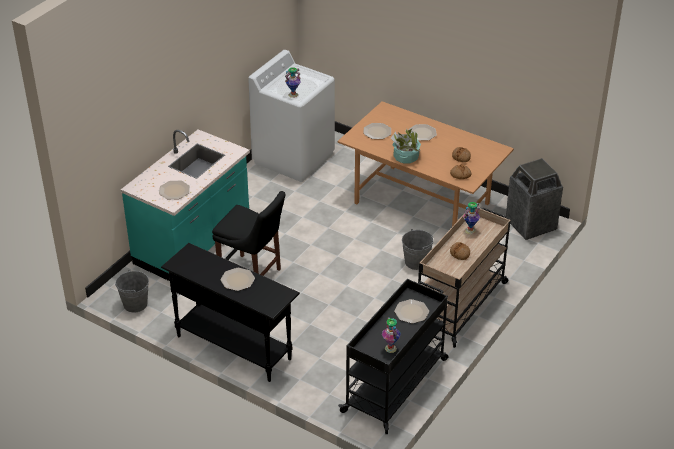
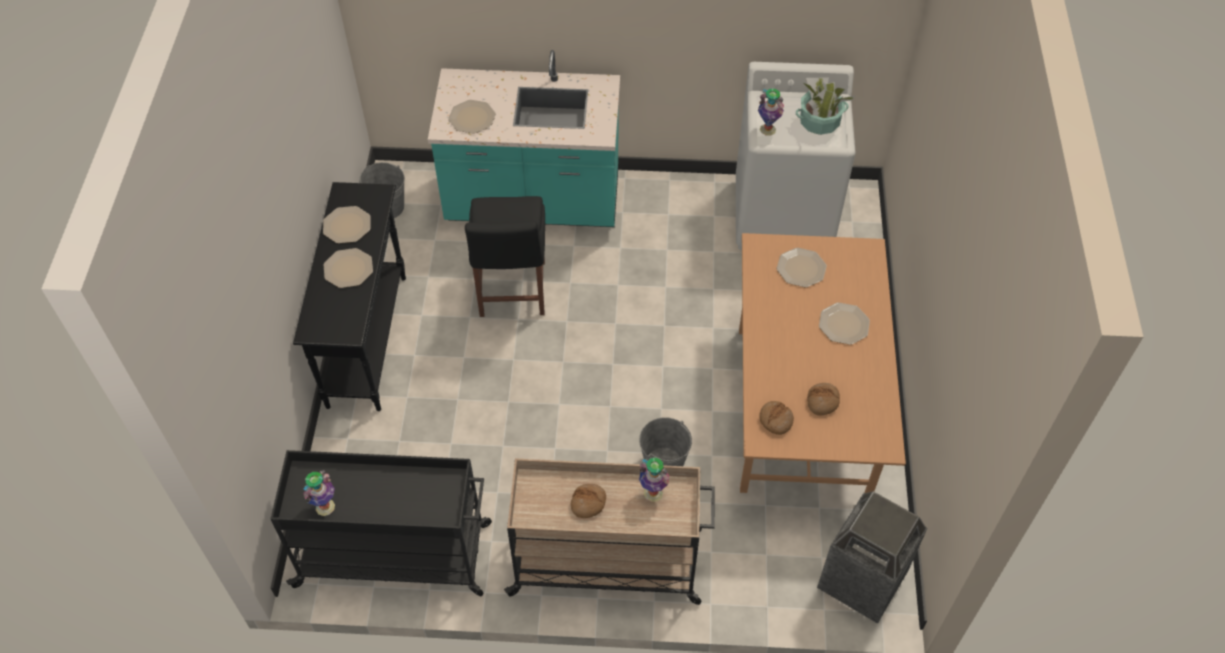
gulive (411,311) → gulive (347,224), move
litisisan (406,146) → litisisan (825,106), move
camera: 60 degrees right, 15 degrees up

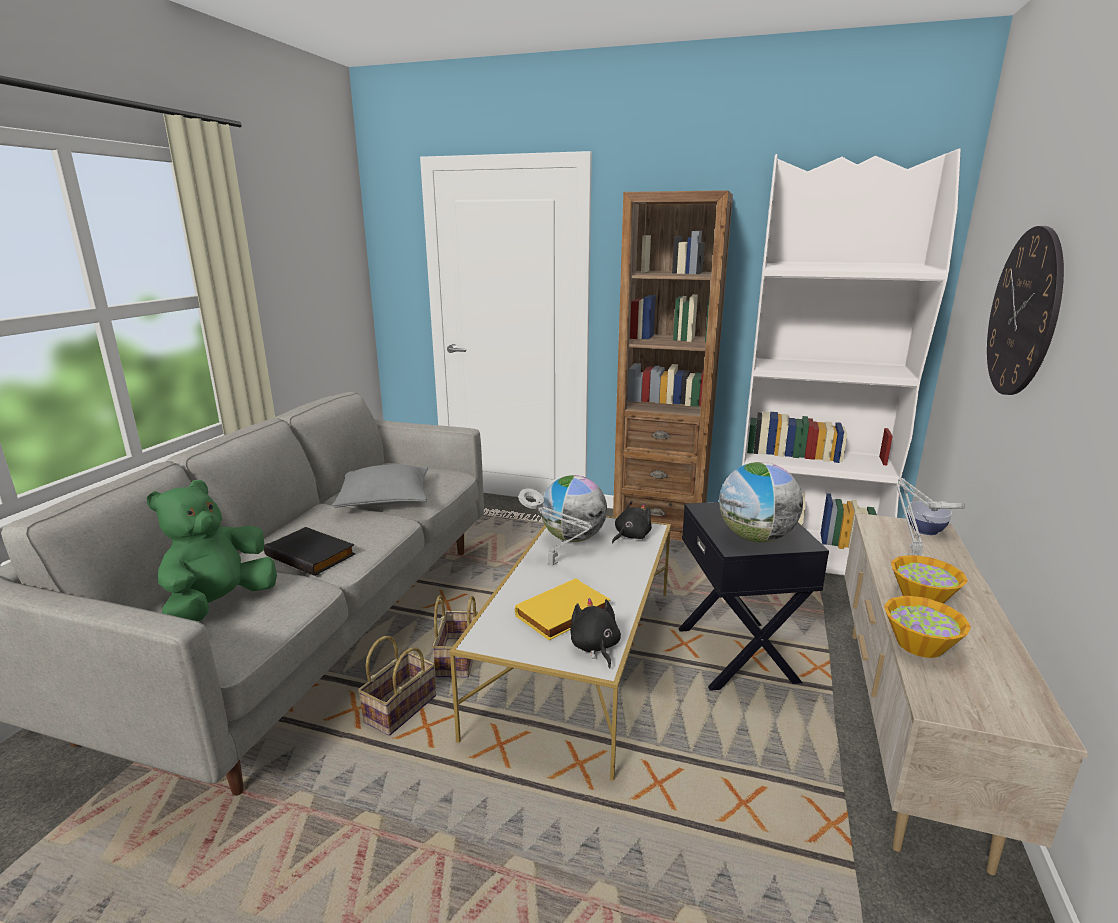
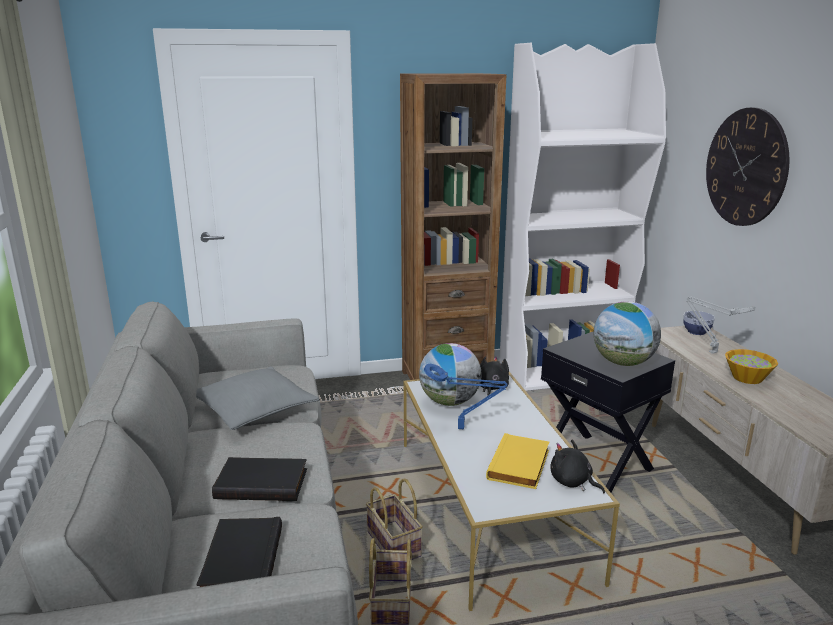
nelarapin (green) (212,550) → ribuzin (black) (239,552)
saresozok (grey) (555,527) → saresozok (blue) (466,397)
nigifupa (927,627) → -
camera: 30 degrees left, 0 degrees up

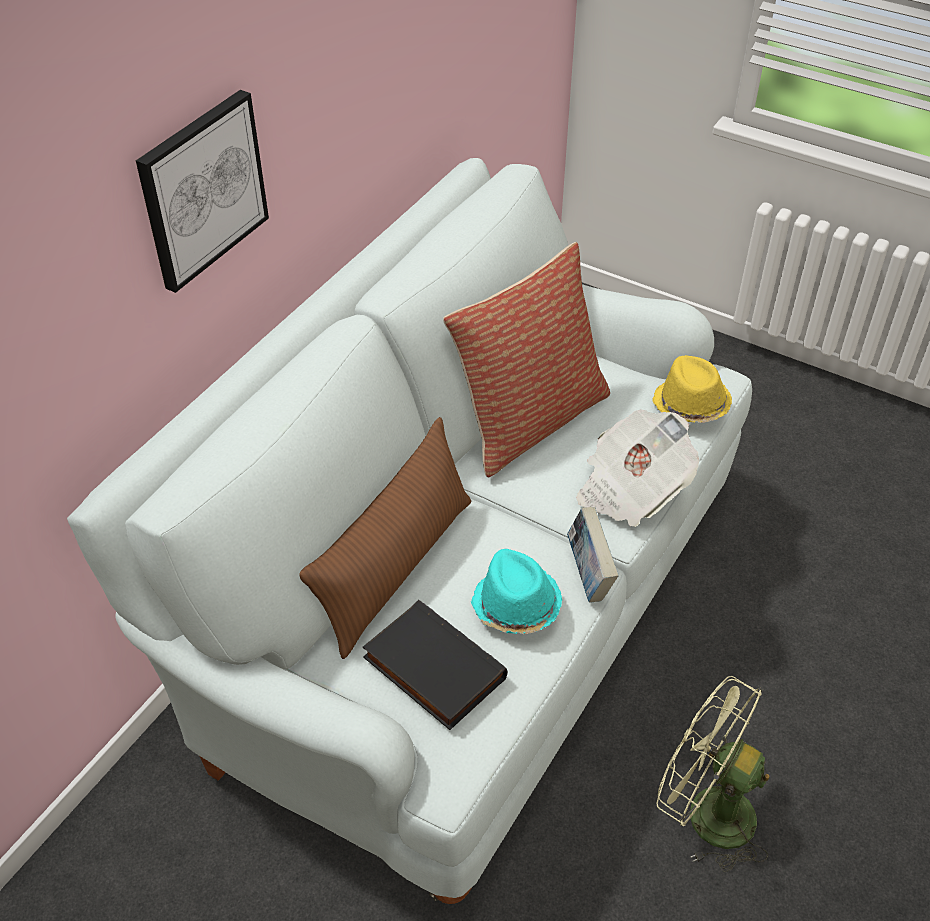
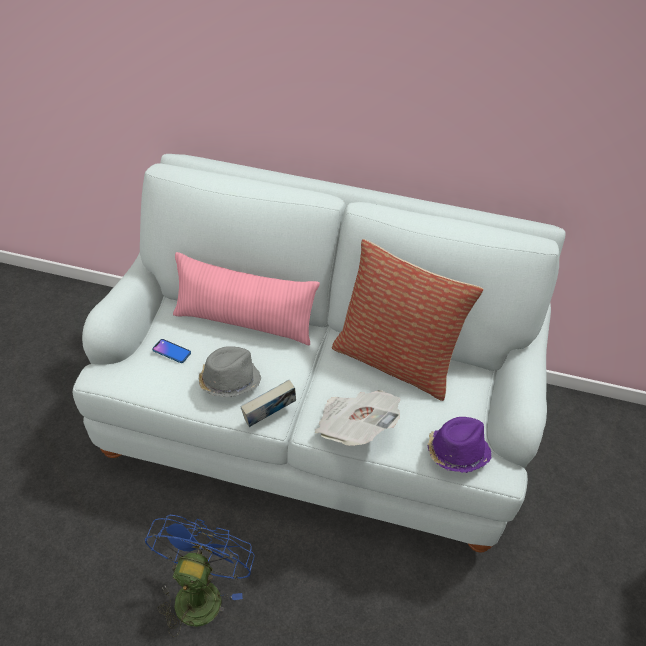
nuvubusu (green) (713,774) → nuvubusu (blue) (199,576)
ribuzin (black) (435,665) → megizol (171,351)
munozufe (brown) (385,538) → munozufe (pink) (246,298)
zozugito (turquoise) (516,591) → zozugito (grey) (230,371)
zozugito (yellow) (692,389) → zozugito (purple) (459,445)
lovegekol (202,191) → -
camera: 70 degrees right, 0 degrees up

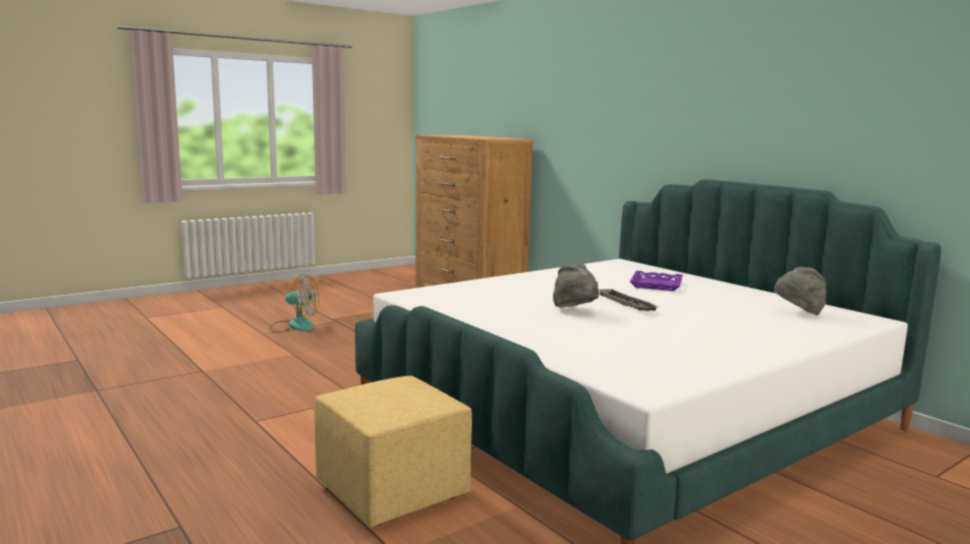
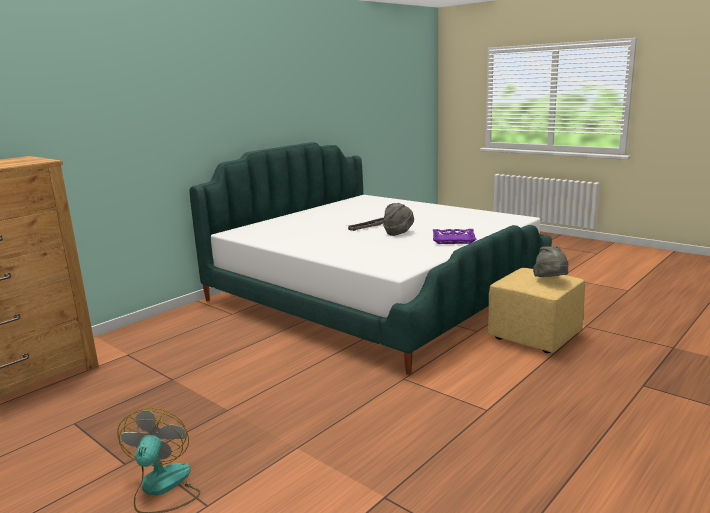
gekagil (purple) (656,281) → gekagil (purple) (454,236), move
zozugito (grey) (800,291) → zozugito (grey) (550,261), move
camera: 100 degrees left, 5 degrees up

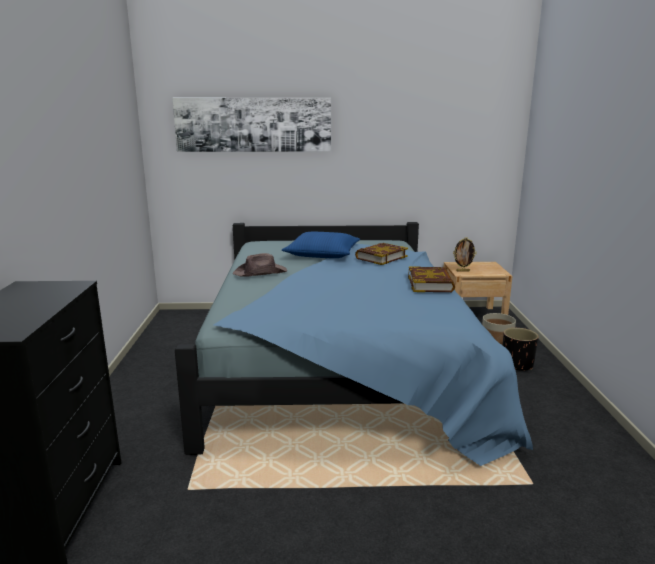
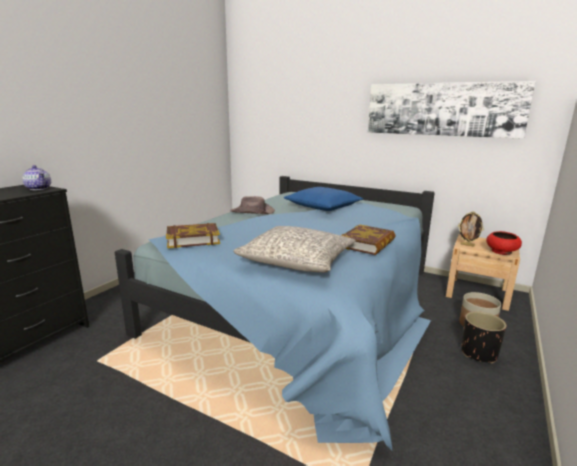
- → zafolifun (36,177)
ribuzin (381,254) → ribuzin (193,235), move
- → munozufe (grey) (294,249)
lovegekol (251,125) → lovegekol (452,110), move
- → nigifupa (red) (504,243)
camera: 30 degrees right, 0 degrees up

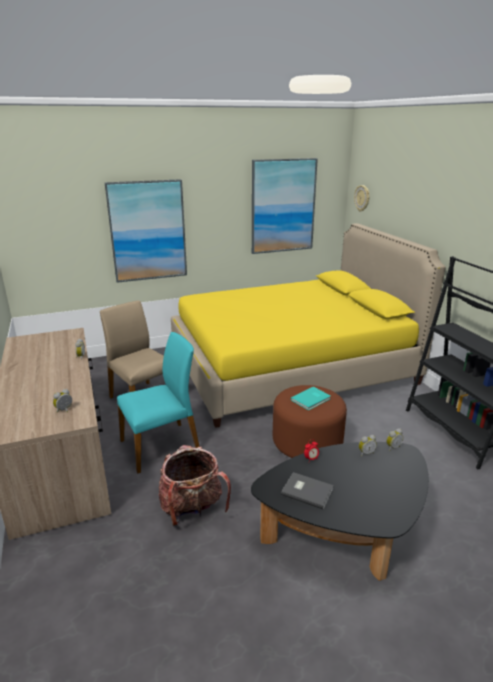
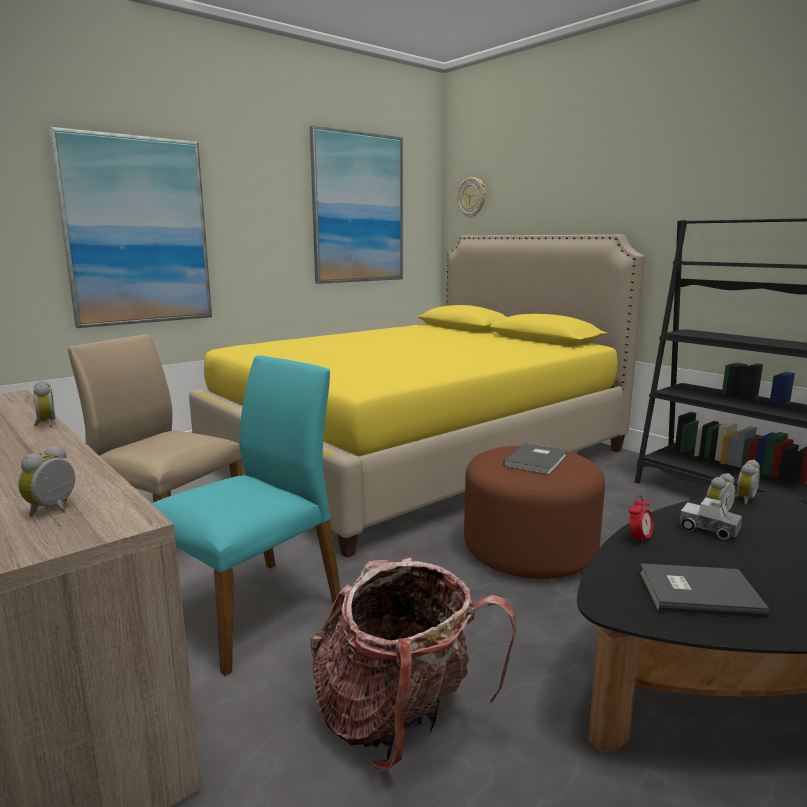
ribuzin (turquoise) (311,398) → ribuzin (grey) (535,459)
- → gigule (710,519)
camera: 20 degrees left, 10 degrees down

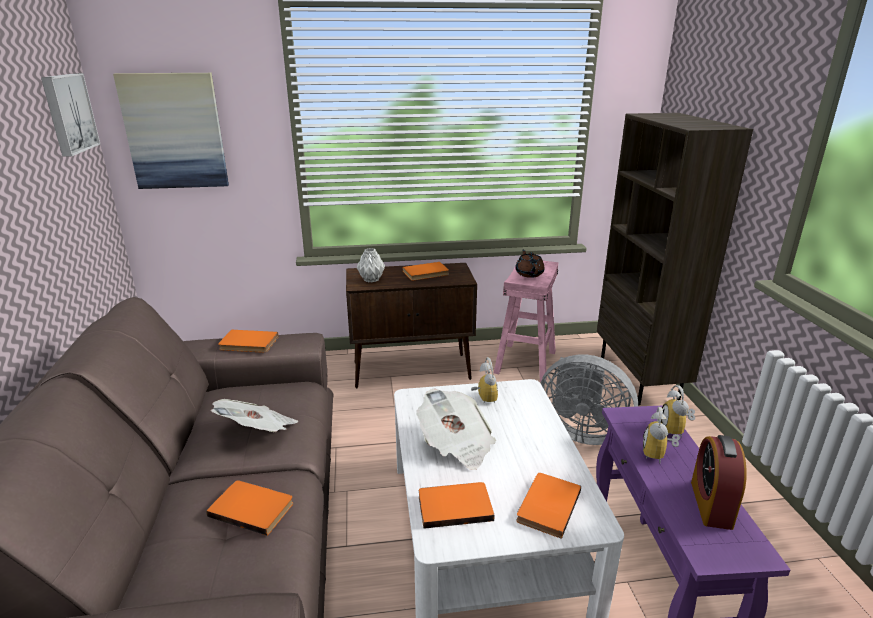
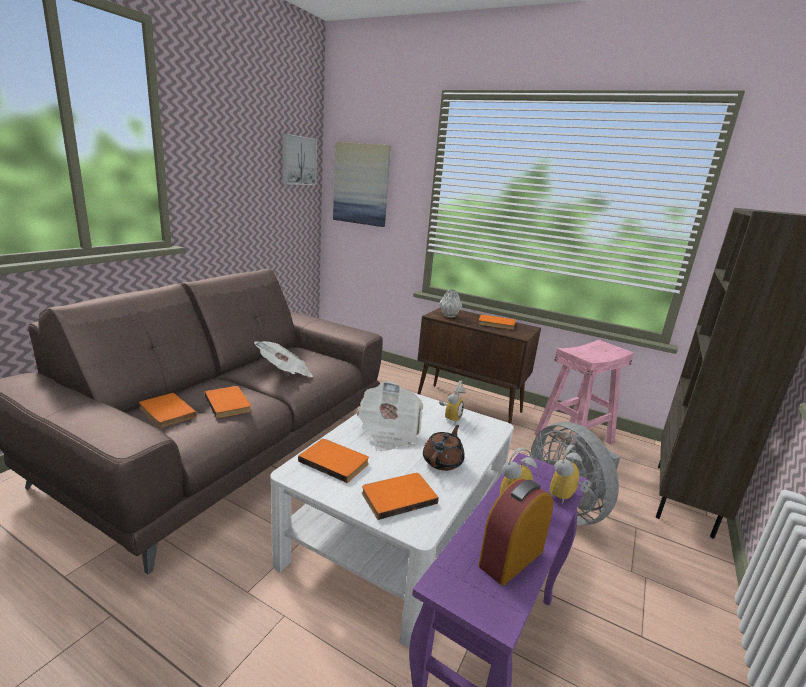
ribuzin (orange) (248,341) → ribuzin (orange) (168,410), move
zafolifun (brown) (530,263) → zafolifun (brown) (444,448), move
camera: 35 degrees right, 5 degrees down

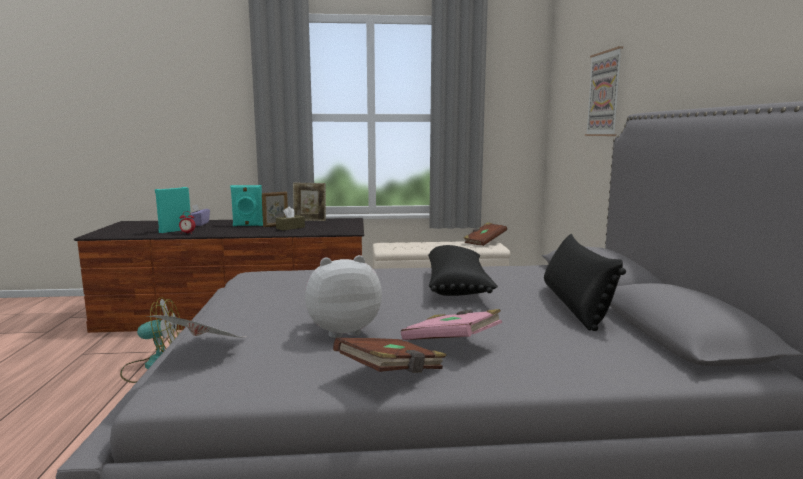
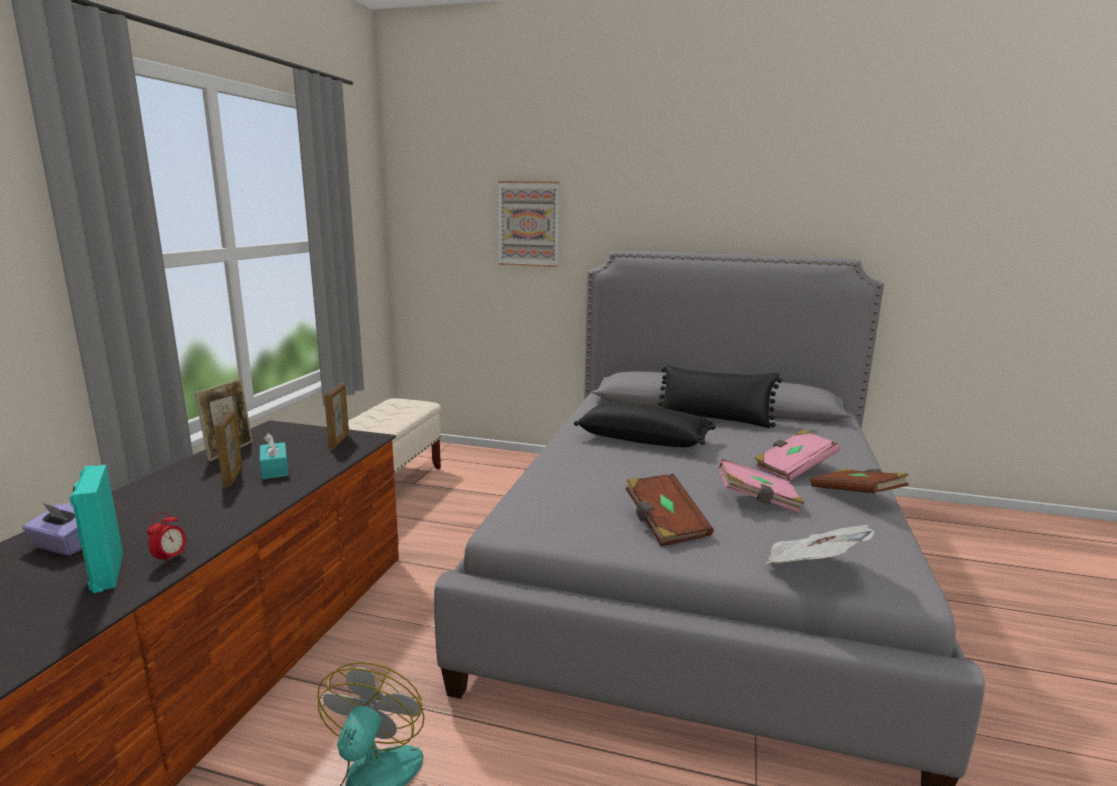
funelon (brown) (290,218) → funelon (turquoise) (274,456)
- → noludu (336,416)
ribuzin (brown) (485,234) → ribuzin (brown) (670,510), move
nelarapin (343,296) → ribuzin (pink) (761,486)
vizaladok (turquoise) (246,205) → -
camera: 70 degrees left, 5 degrees up

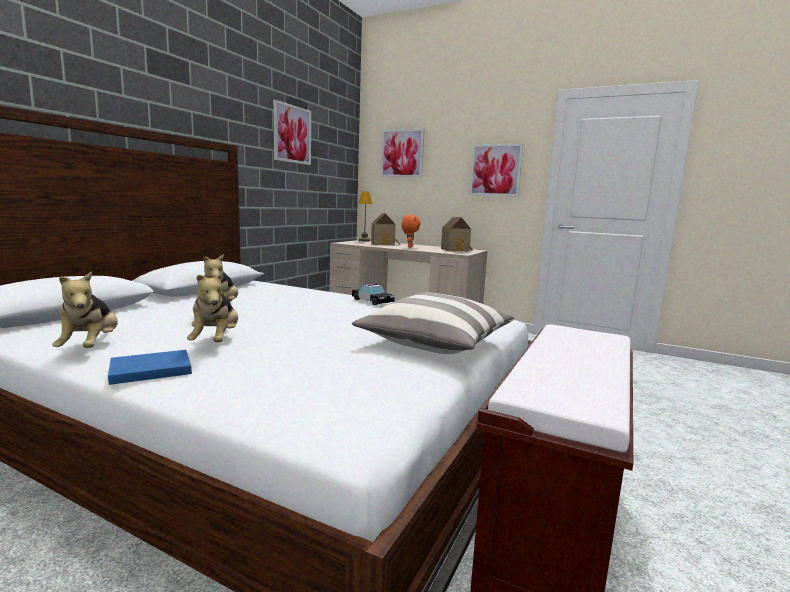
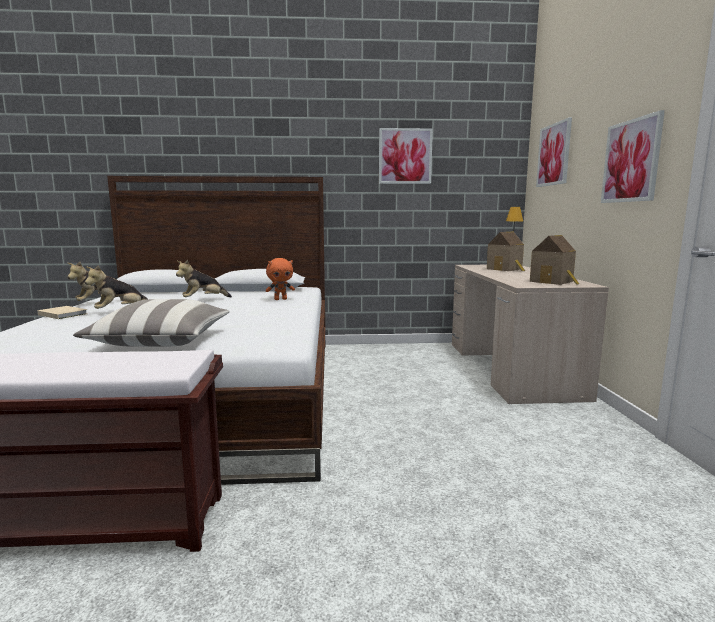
ribuzin (blue) (150,367) → ribuzin (beige) (62,312)
nelarapin (orange) (411,231) → nelarapin (orange) (280,279), move
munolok (373,294) → -
camera: 60 degrees right, 0 degrees up

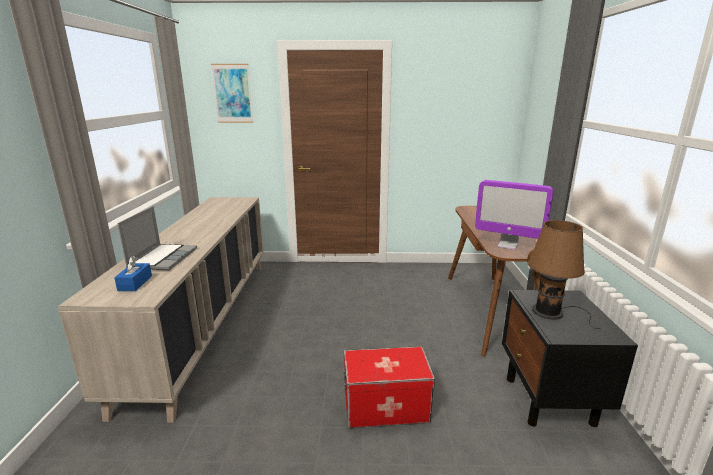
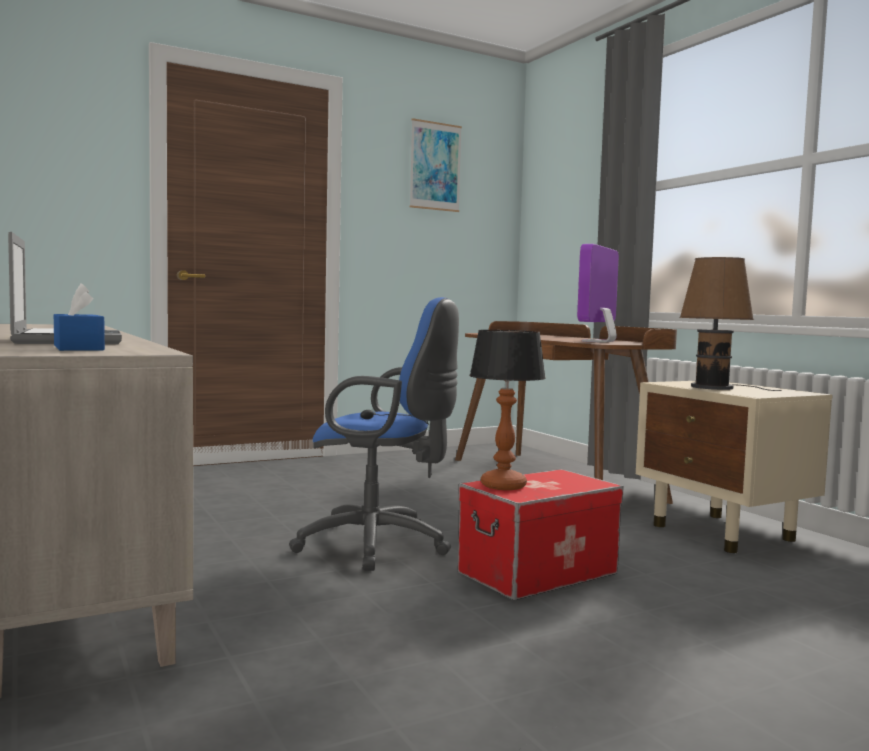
- → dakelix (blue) (374,434)
lovegekol (232,93) → lovegekol (435,165), move
- → saresozok (507,410)
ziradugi (514,215) → ziradugi (598,293), 120 degrees clockwise
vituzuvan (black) (570,358) → vituzuvan (beige) (734,467)
camera: 30 degrees left, 15 degrees down

